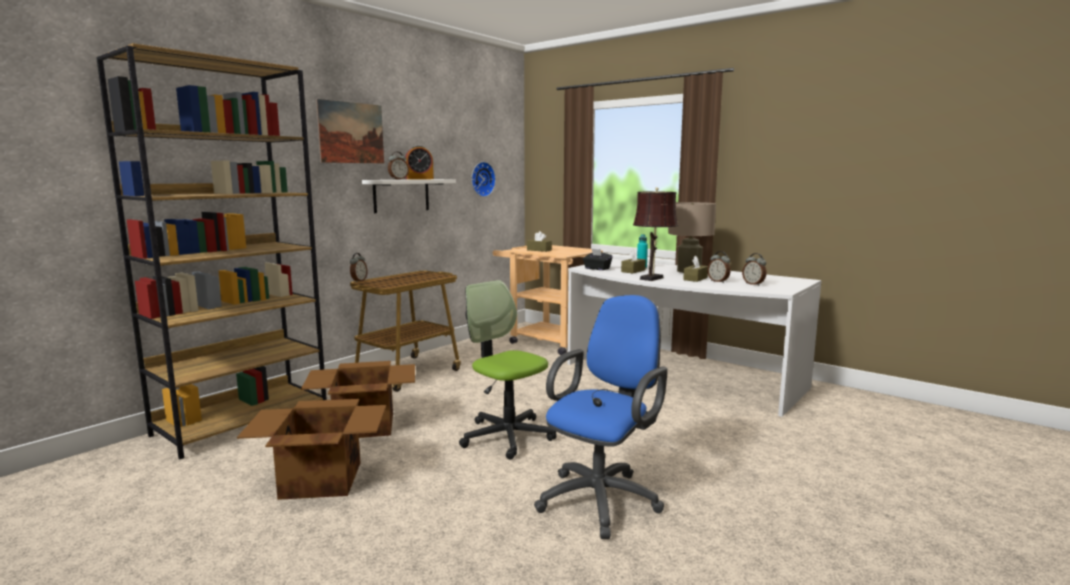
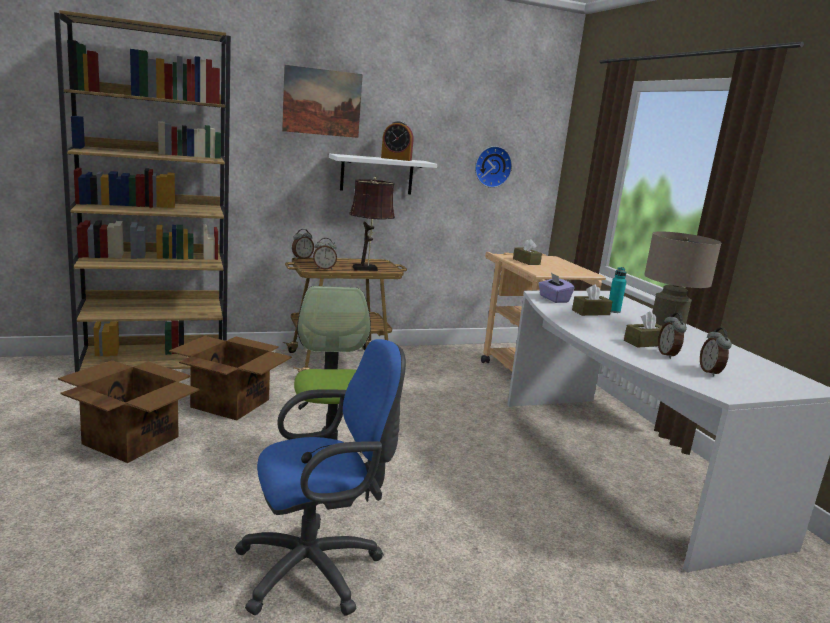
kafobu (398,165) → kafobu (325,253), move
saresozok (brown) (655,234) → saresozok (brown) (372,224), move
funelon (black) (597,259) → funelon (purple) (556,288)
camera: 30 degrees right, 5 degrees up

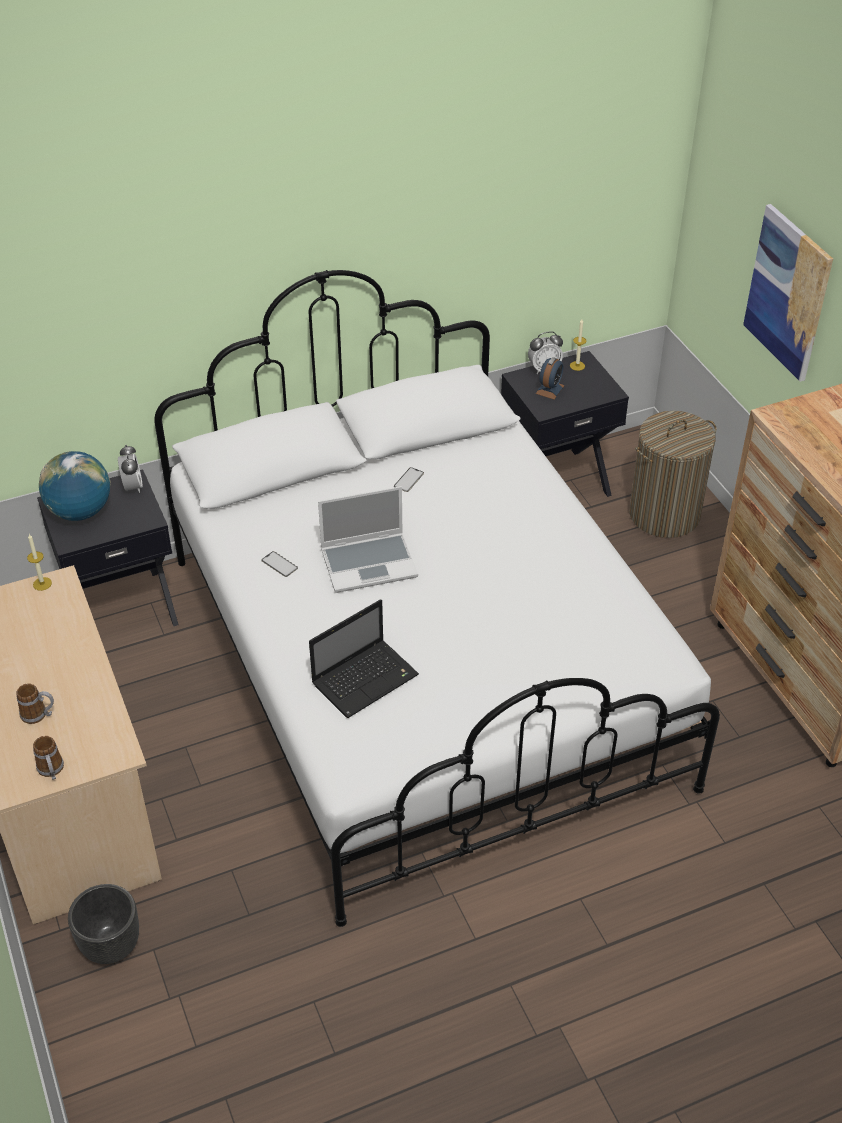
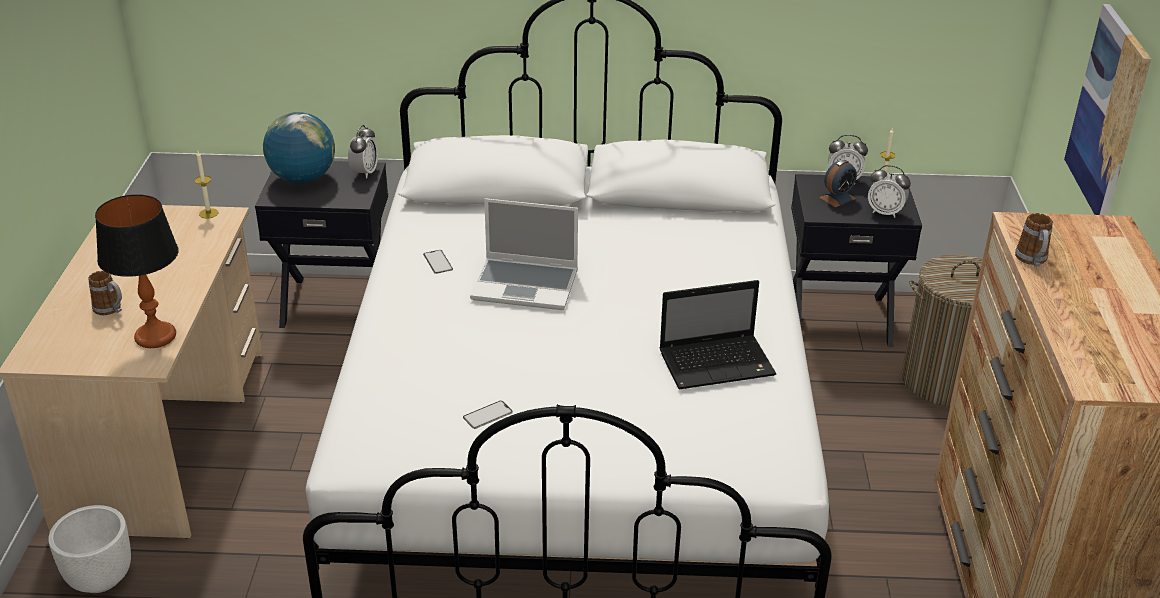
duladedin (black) (103,924) → duladedin (white) (89,549)
- → saresozok (137,271)
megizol (409,479) → megizol (488,415), move
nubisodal (364,658) → nubisodal (717,334), move
- → kafobu (889,191)
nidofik (48,758) → nidofik (1034,239), move
camera: 25 degrees right, 10 degrees down

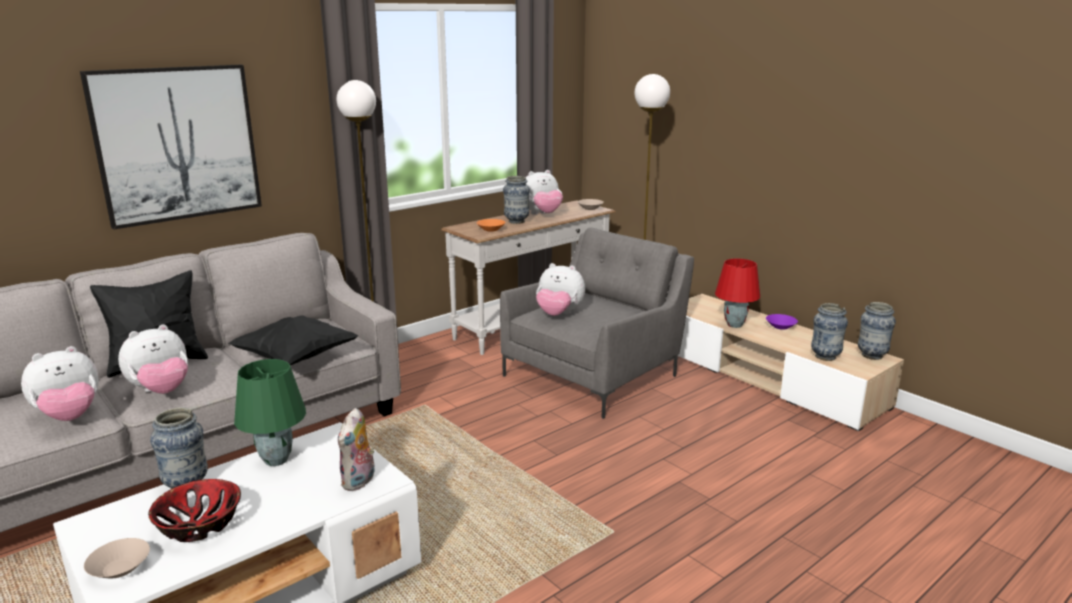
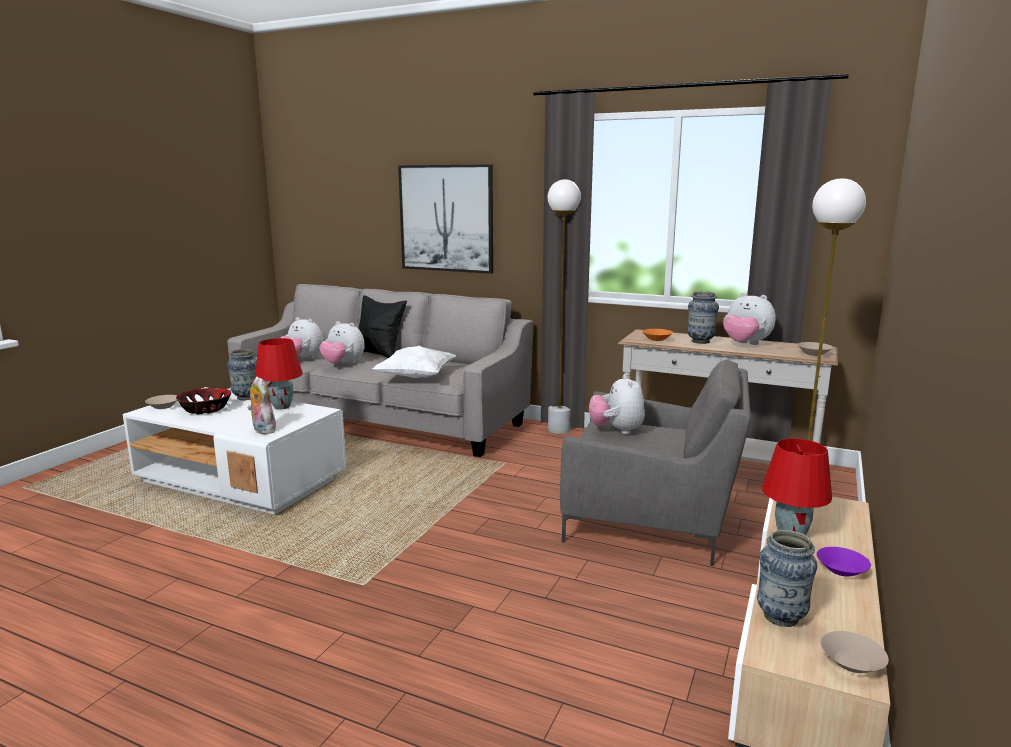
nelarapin (356,449) → nelarapin (262,405), 60 degrees clockwise
saresozok (green) (270,412) → saresozok (red) (279,374)
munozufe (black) (293,340) → munozufe (white) (414,361)
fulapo (877,331) → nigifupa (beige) (854,652)
camera: 65 degrees right, 5 degrees down

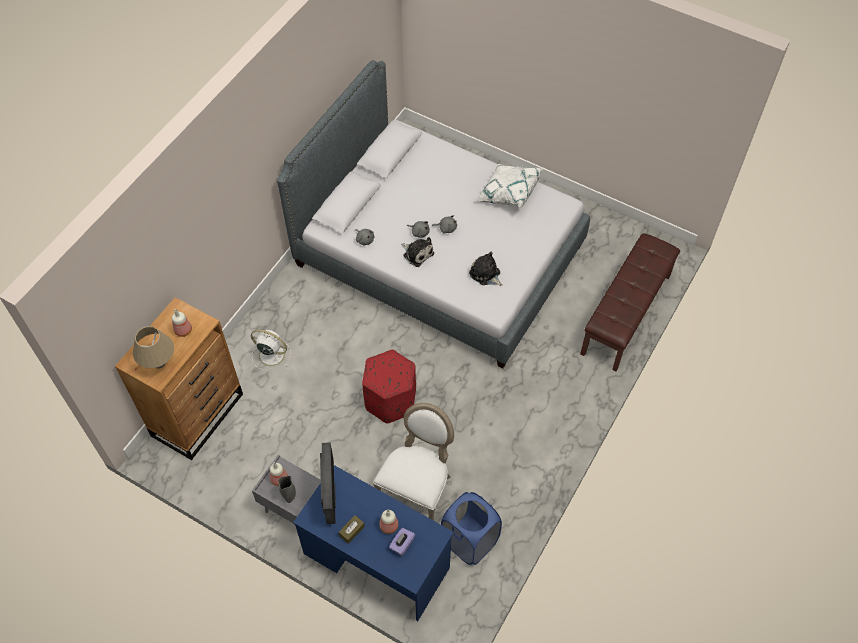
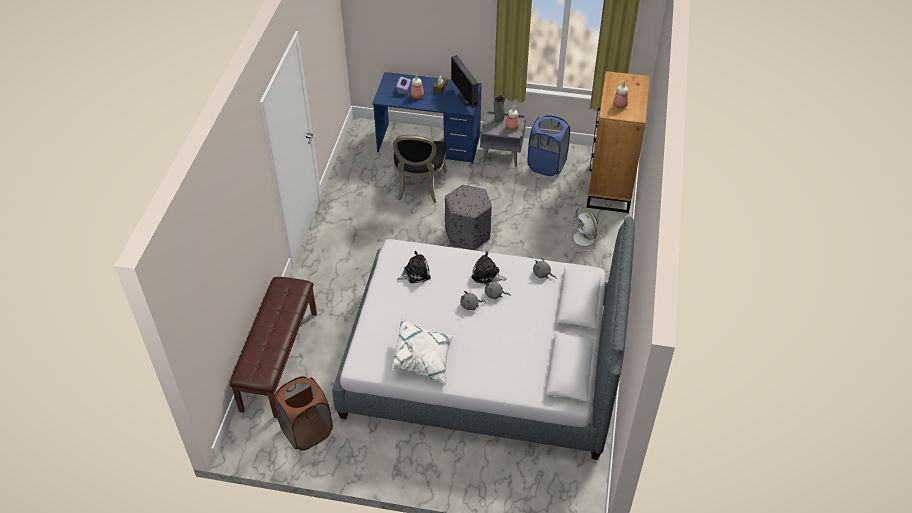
- → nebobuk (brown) (303,413)
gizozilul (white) (413,461) → gizozilul (black) (420,169)
nelarapin (486,269) → nelarapin (414,267), 45 degrees counterclockwise
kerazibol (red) (389,386) → kerazibol (grey) (468,217)
nebobuk (blue) (471,528) → nebobuk (blue) (548,145), move
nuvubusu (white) (271,350) → nuvubusu (white) (584,229), 60 degrees clockwise
saresozok (beige) (153,347) → -
camera: 160 degrees right, 10 degrees down

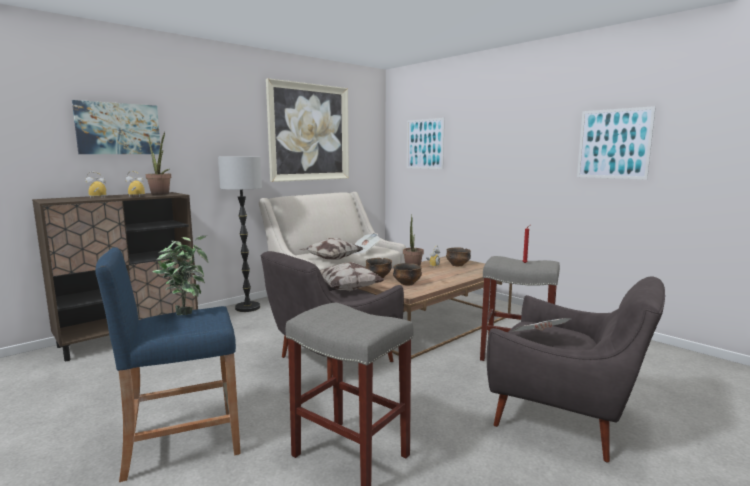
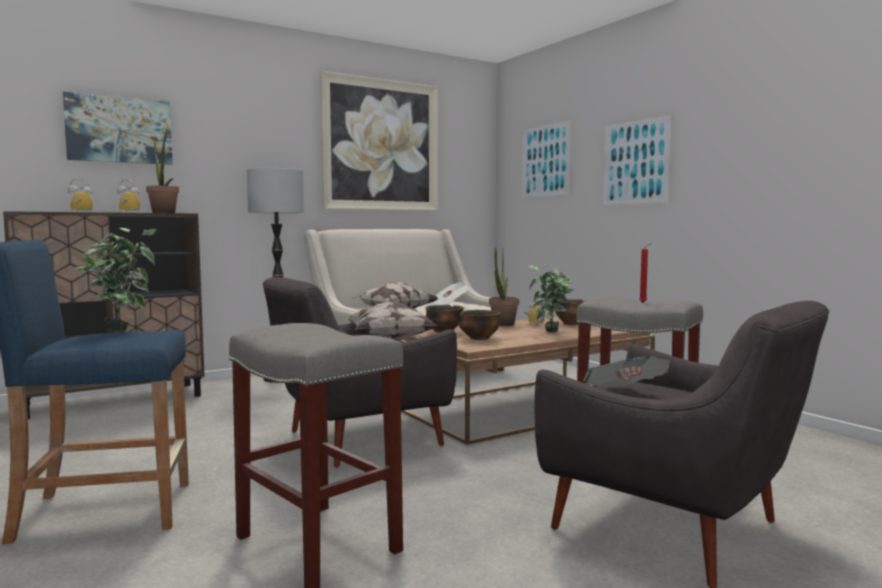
- → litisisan (551,298)
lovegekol (616,143) → lovegekol (637,160), move
camera: 10 degrees right, 5 degrees down

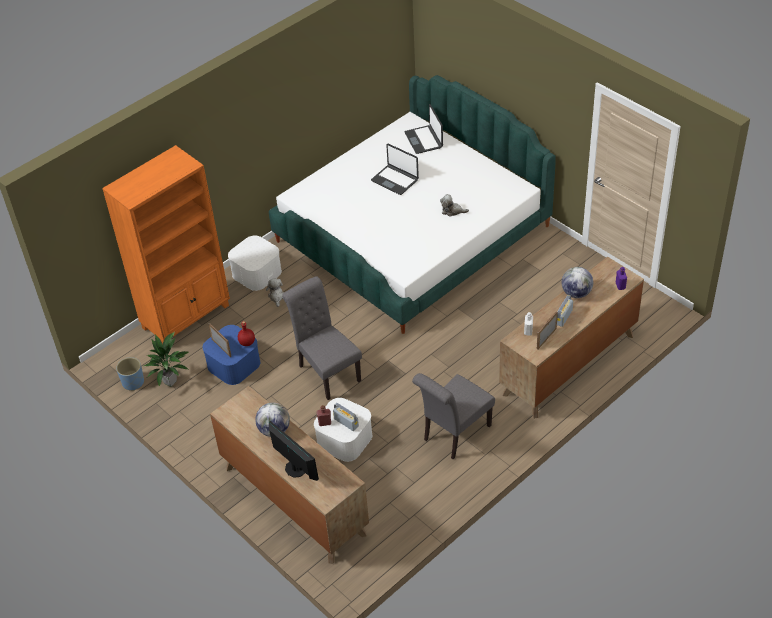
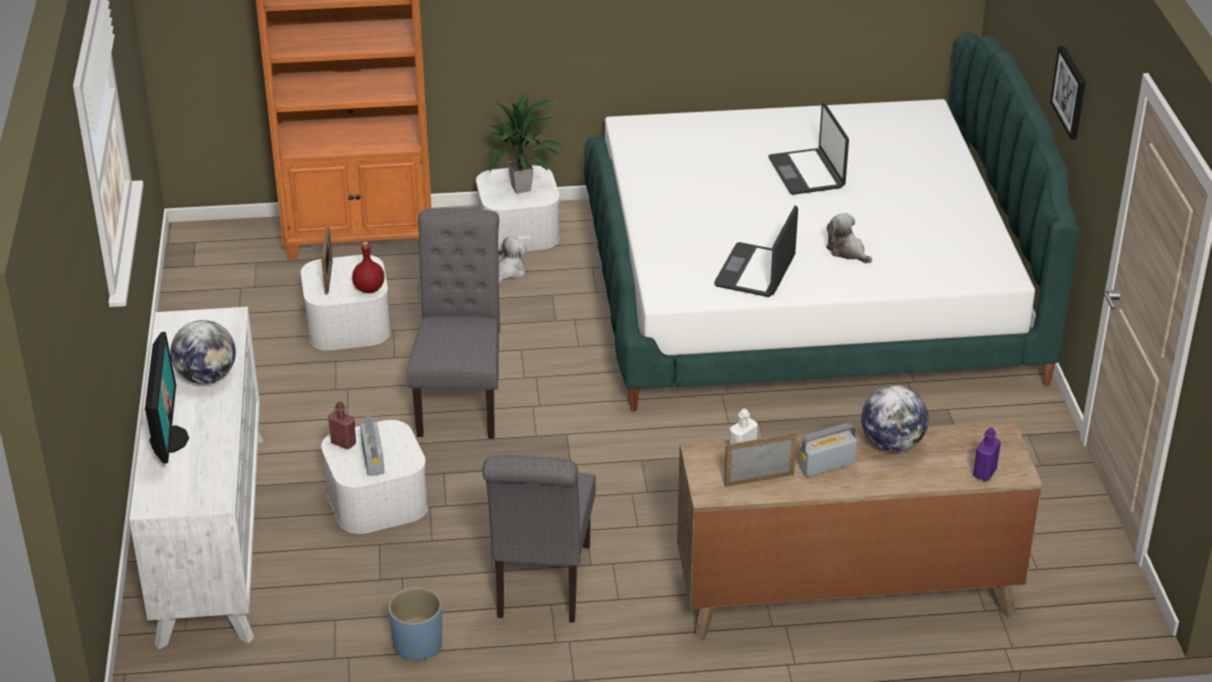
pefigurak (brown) (289,475) → pefigurak (white) (196,478)
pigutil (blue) (231,355) → pigutil (white) (345,302)
duladedin (blue) (130,374) → duladedin (blue) (415,623), move
gizozilul (grey) (453,416) → gizozilul (grey) (539,539), 75 degrees counterclockwise
litisisan (166,359) → litisisan (524,142), move
nubisodal (423,129) → nubisodal (756,251), move
- → lovegekol (1068,93)
camera: 35 degrees right, 10 degrees down

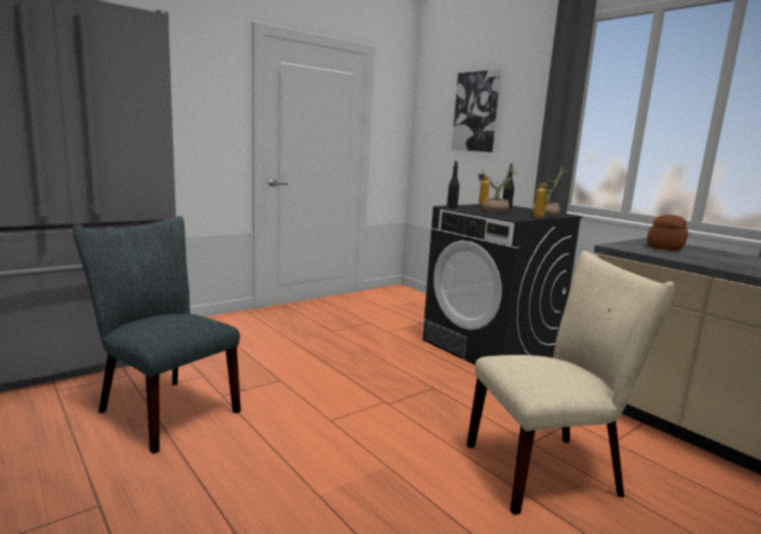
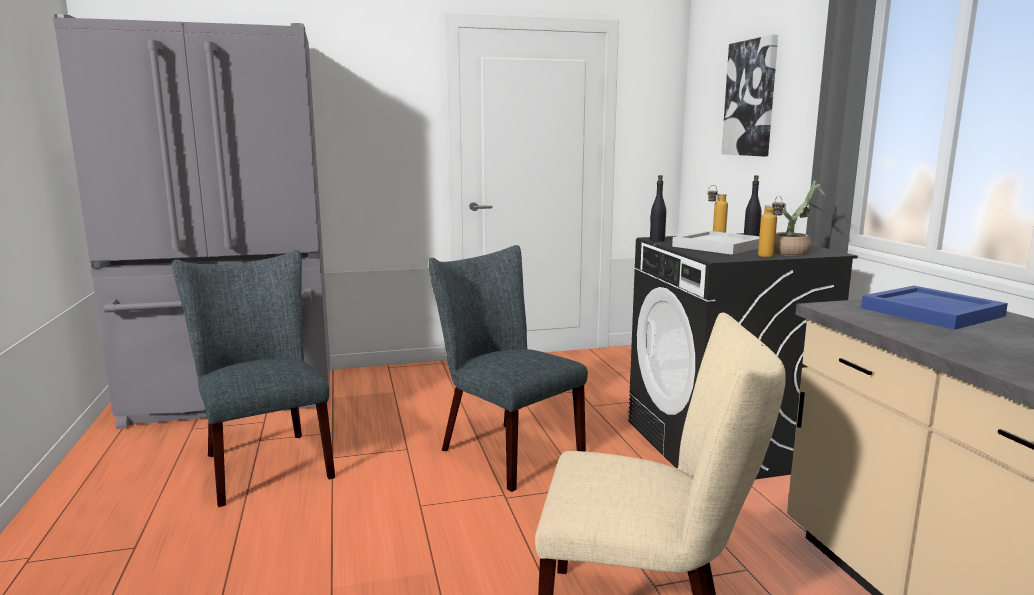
- → gizozilul (grey) (508,368)
litisisan (501,189) → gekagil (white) (715,243)
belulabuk (667,233) → gekagil (blue) (934,308)
camera: 25 degrees right, 0 degrees up

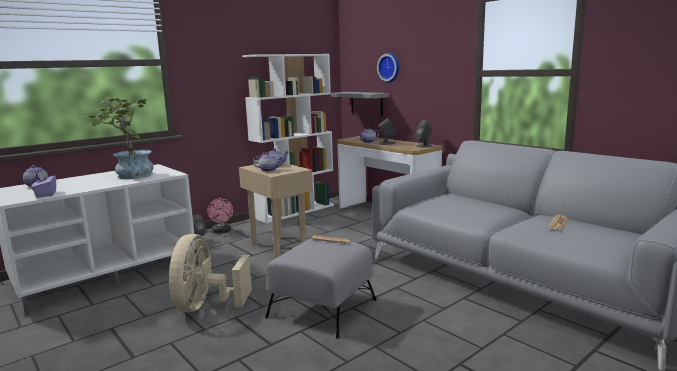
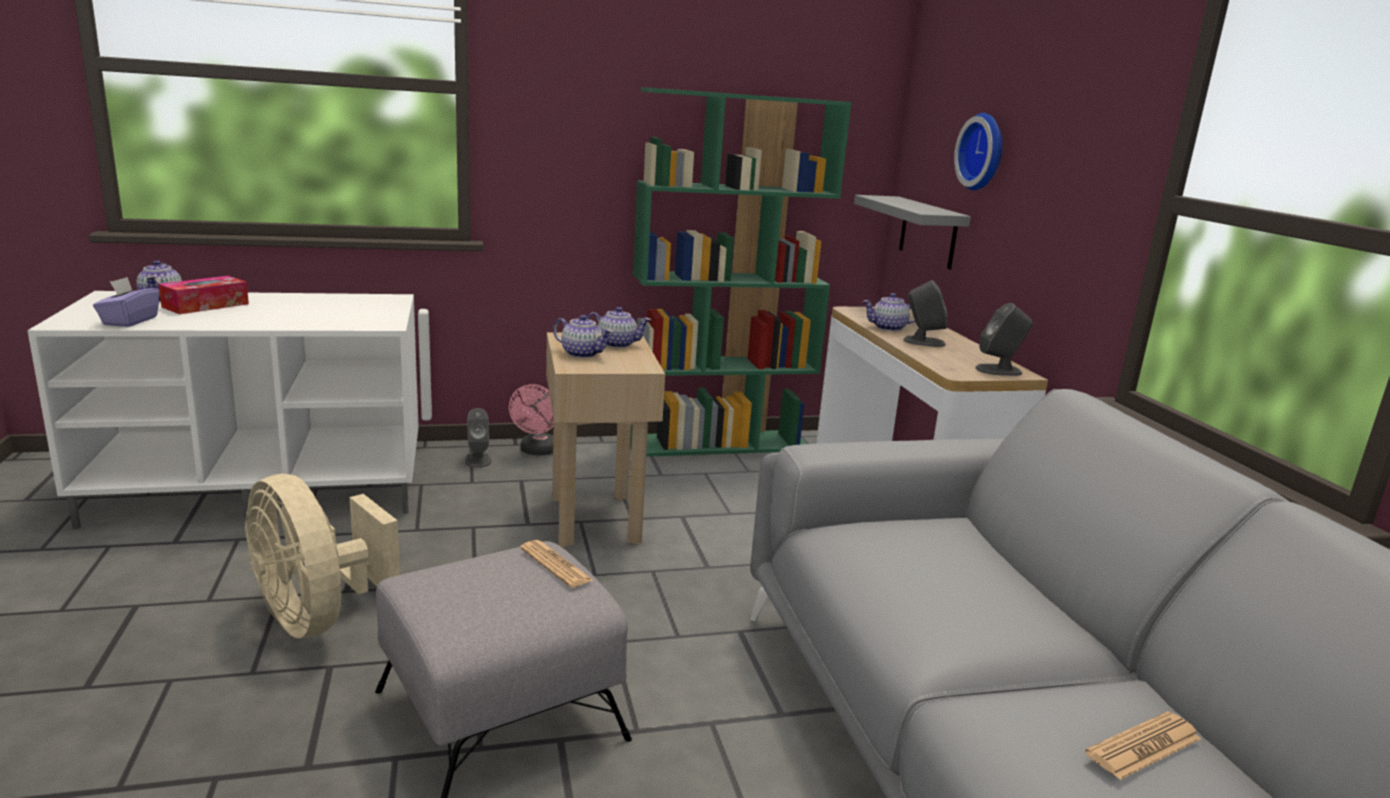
- → funelon (203,295)
nuvubusu (beige) (210,273) → nuvubusu (beige) (322,556), 75 degrees counterclockwise
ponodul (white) (288,139) → ponodul (green) (741,272)
litisisan (119,138) → -
camera: 25 degrees right, 5 degrees up

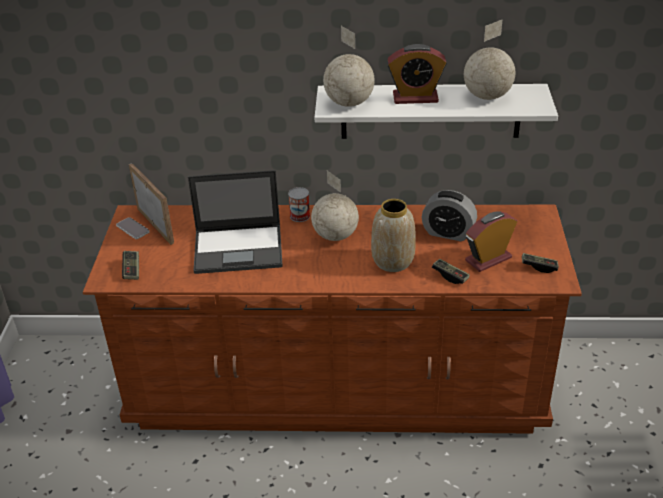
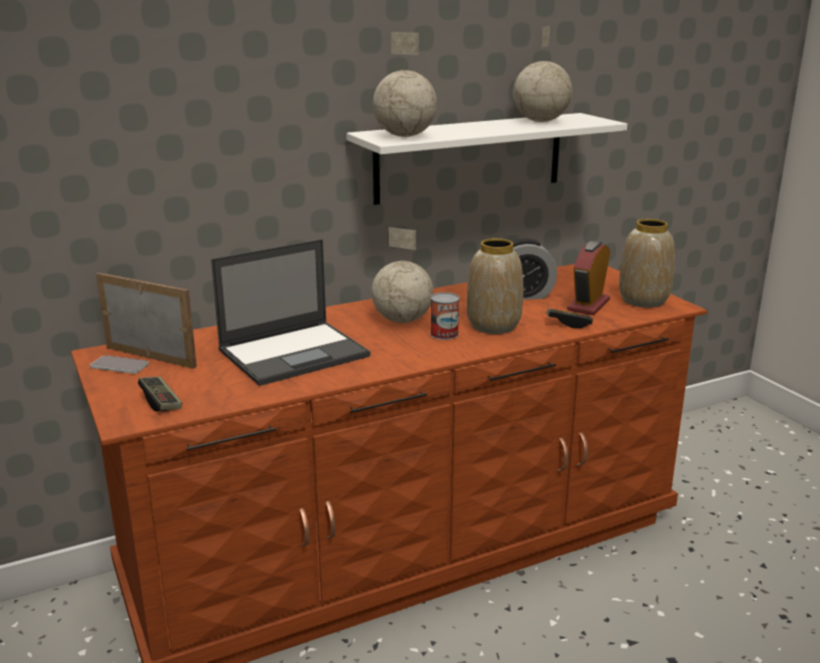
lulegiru (299,204) → lulegiru (444,316), move
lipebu (540,263) → fulapo (647,263)
kafobu (417,74) → -
camera: 30 degrees left, 15 degrees down

